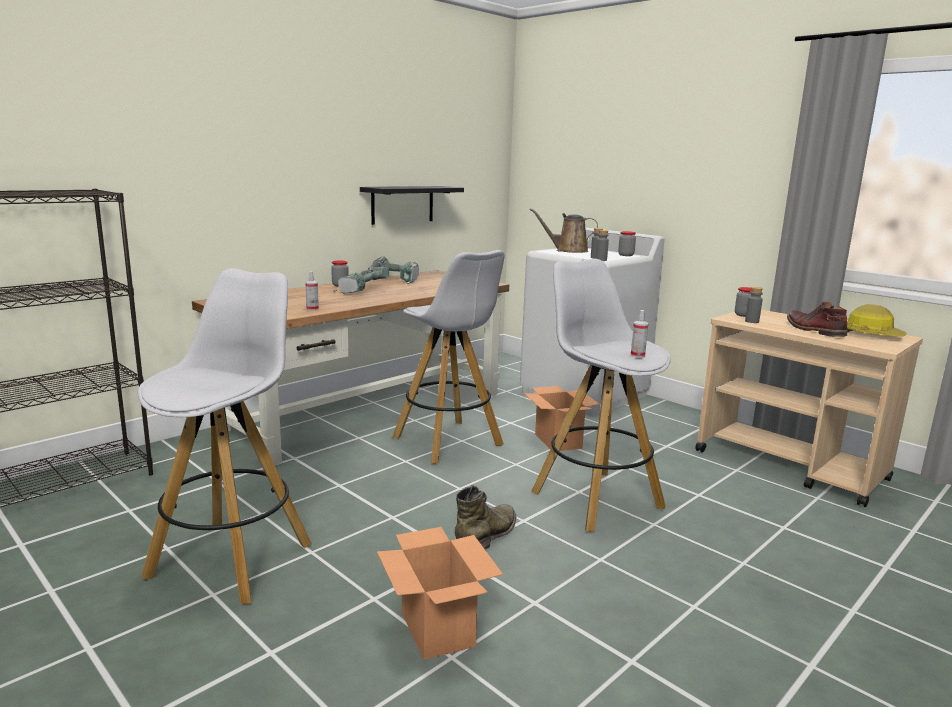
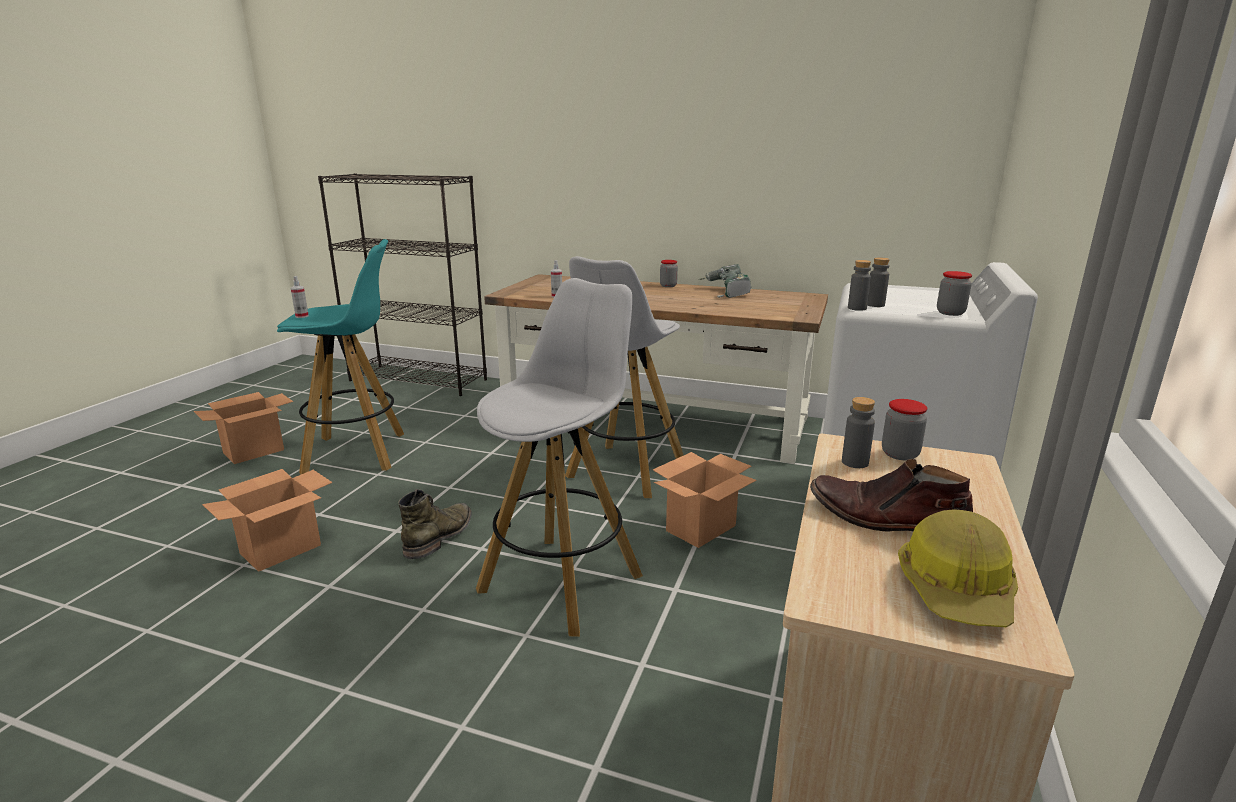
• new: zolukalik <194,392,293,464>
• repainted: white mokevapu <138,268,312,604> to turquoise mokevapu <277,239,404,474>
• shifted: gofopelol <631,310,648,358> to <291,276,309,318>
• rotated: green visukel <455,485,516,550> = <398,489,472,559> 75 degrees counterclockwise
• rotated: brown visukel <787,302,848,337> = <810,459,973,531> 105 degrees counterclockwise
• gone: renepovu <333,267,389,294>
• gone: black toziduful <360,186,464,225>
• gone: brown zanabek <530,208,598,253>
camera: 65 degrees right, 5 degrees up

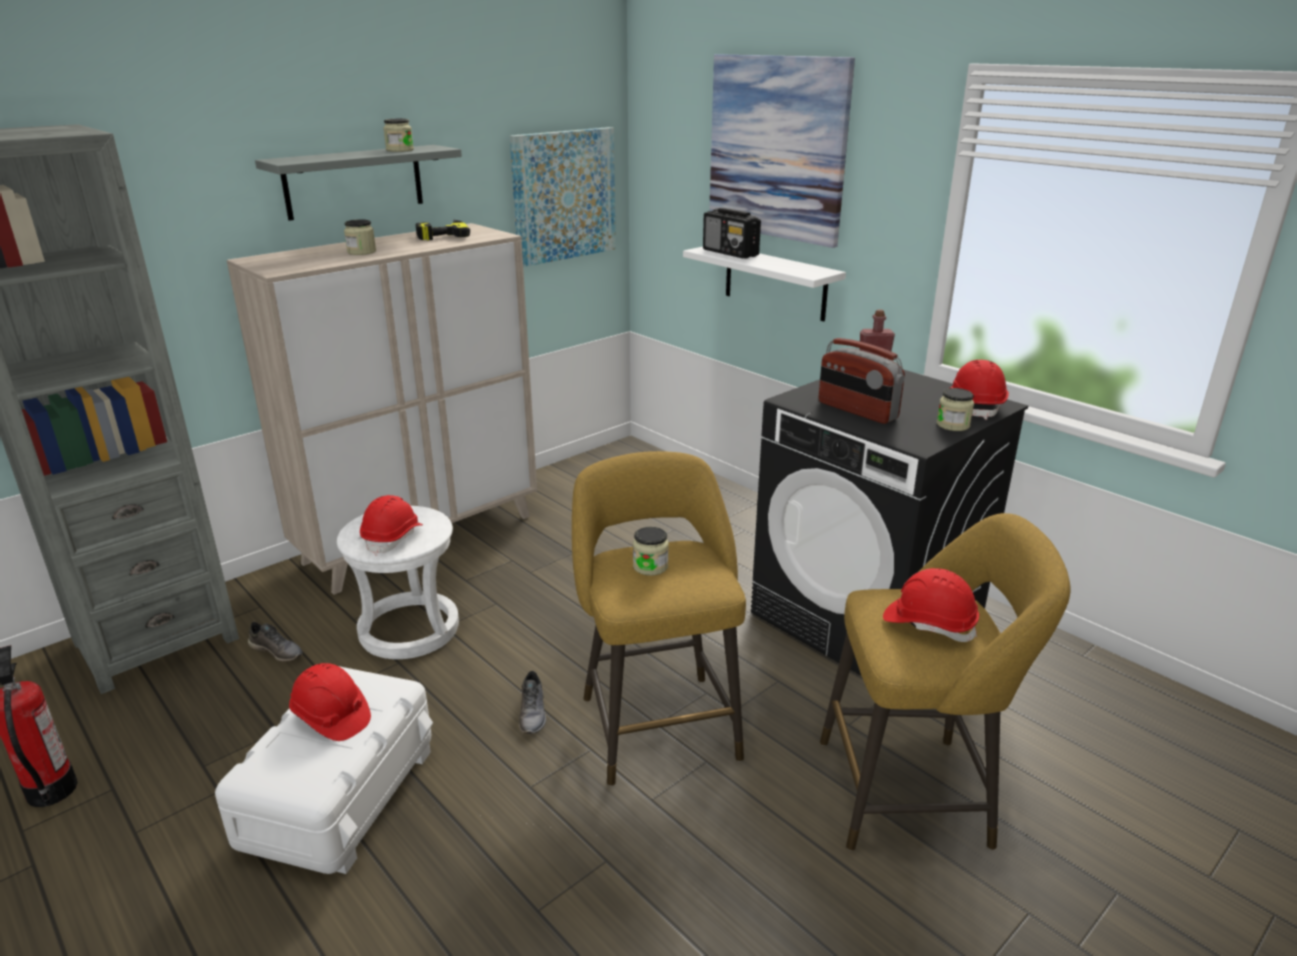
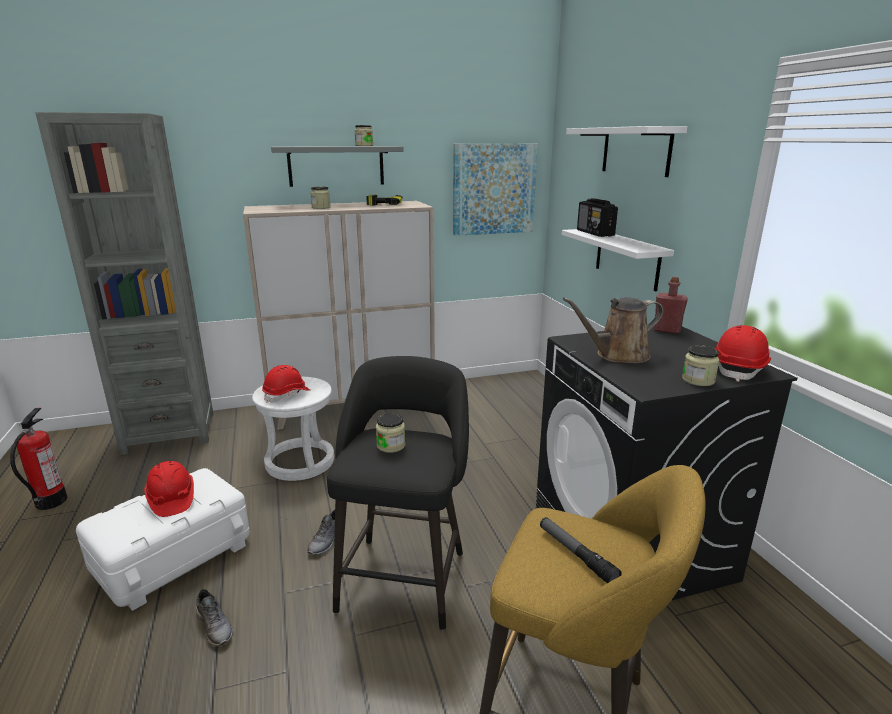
• shifted: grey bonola <248,622,302,662> to <196,589,233,646>
• repainted: yellow mokevapu <572,451,746,786> to black mokevapu <327,356,469,630>
• swapped: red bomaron <883,568,979,642> to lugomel <540,517,622,583>
• swapped: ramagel <819,338,905,424> to brown zanabek <563,297,663,363>
• swapped: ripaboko <709,54,855,248> to white toziduful <566,126,687,177>
camera: 25 degrees right, 5 degrees down

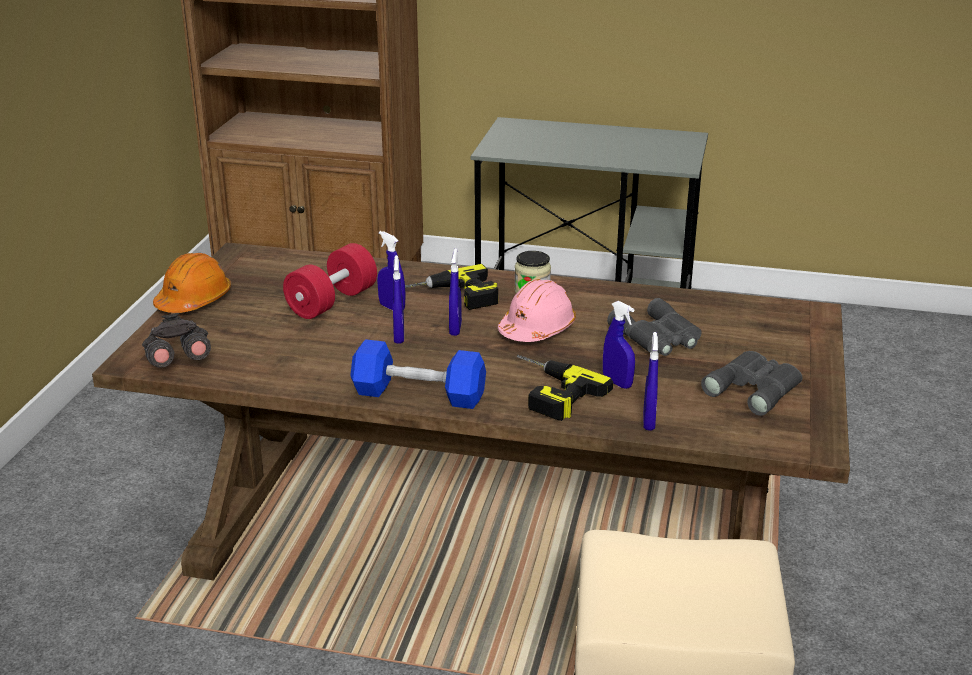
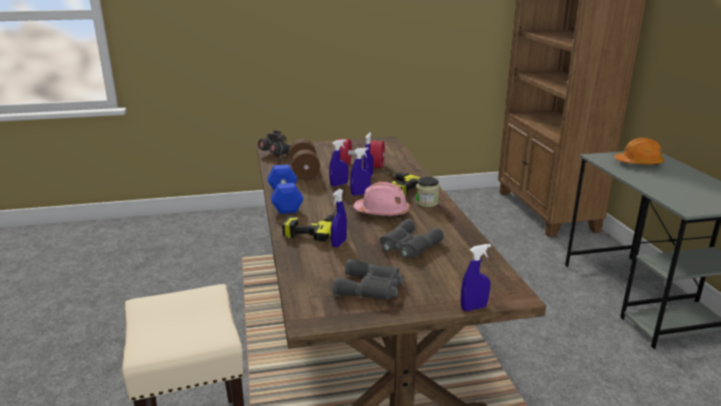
• new: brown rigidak <289,139,320,180>
• shifted: blue gofopelol <643,332,659,431> to <461,244,491,311>
• shifted: orange bomaron <153,253,231,313> to <614,138,665,165>
camera: 65 degrees right, 5 degrees down

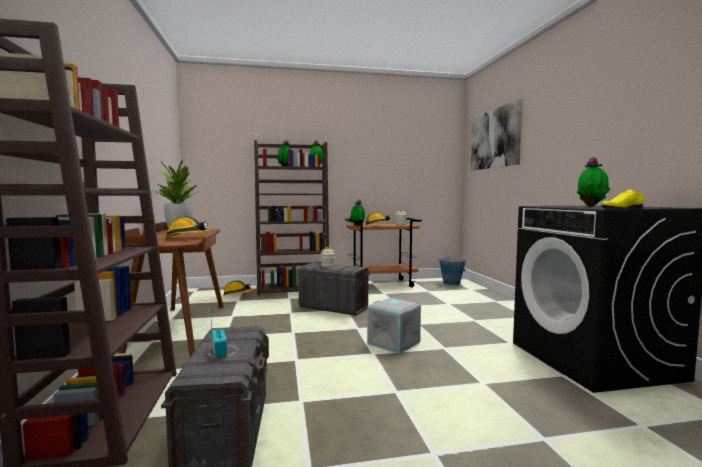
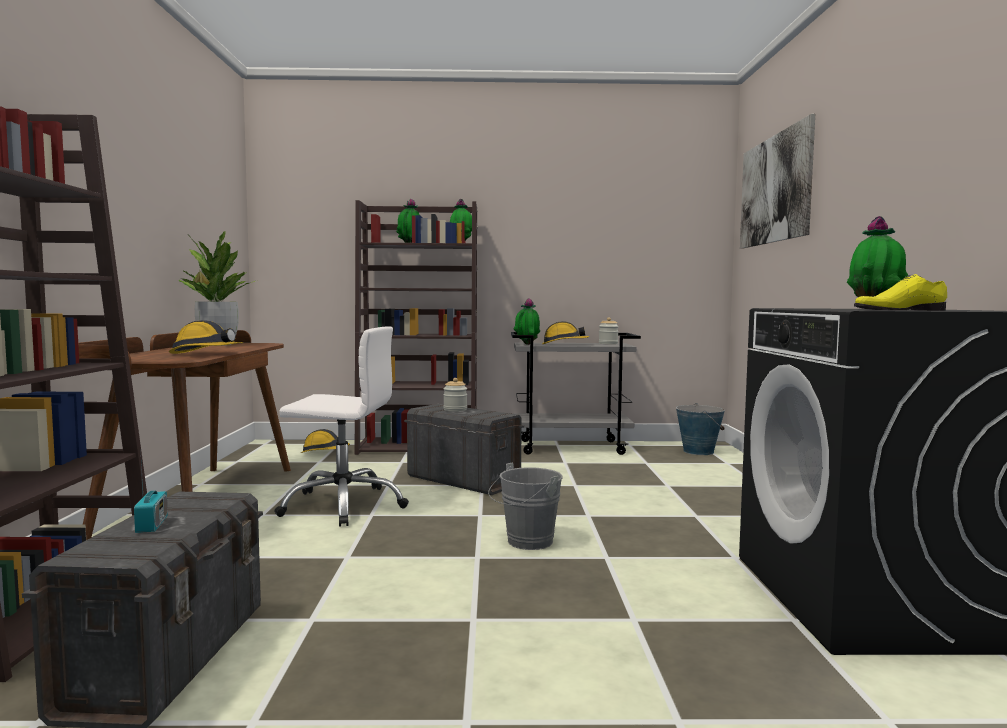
• new: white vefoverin <274,327,409,527>
• swapped: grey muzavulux <367,298,421,354> to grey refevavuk <488,463,563,550>
• repainted: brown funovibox <344,218,422,287> to grey funovibox <511,332,641,455>
camera: 10 degrees right, 0 degrees up

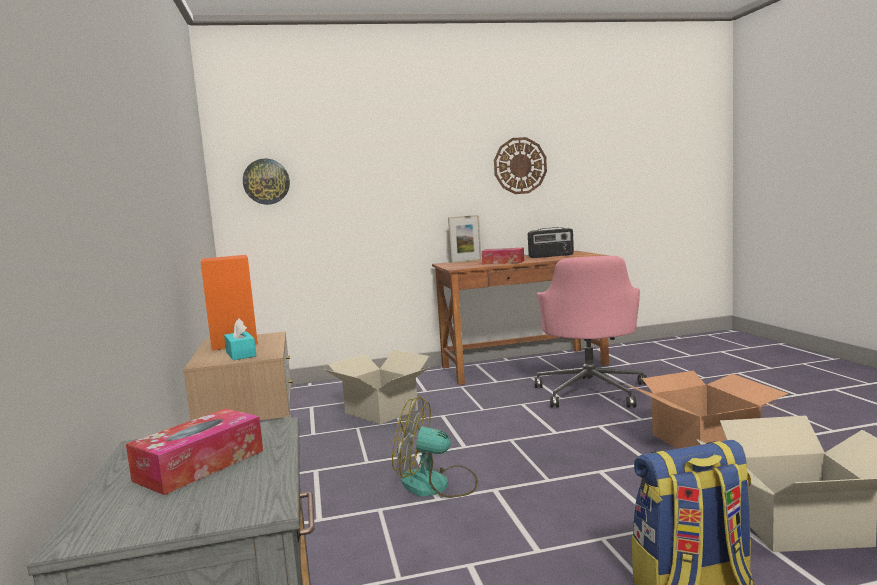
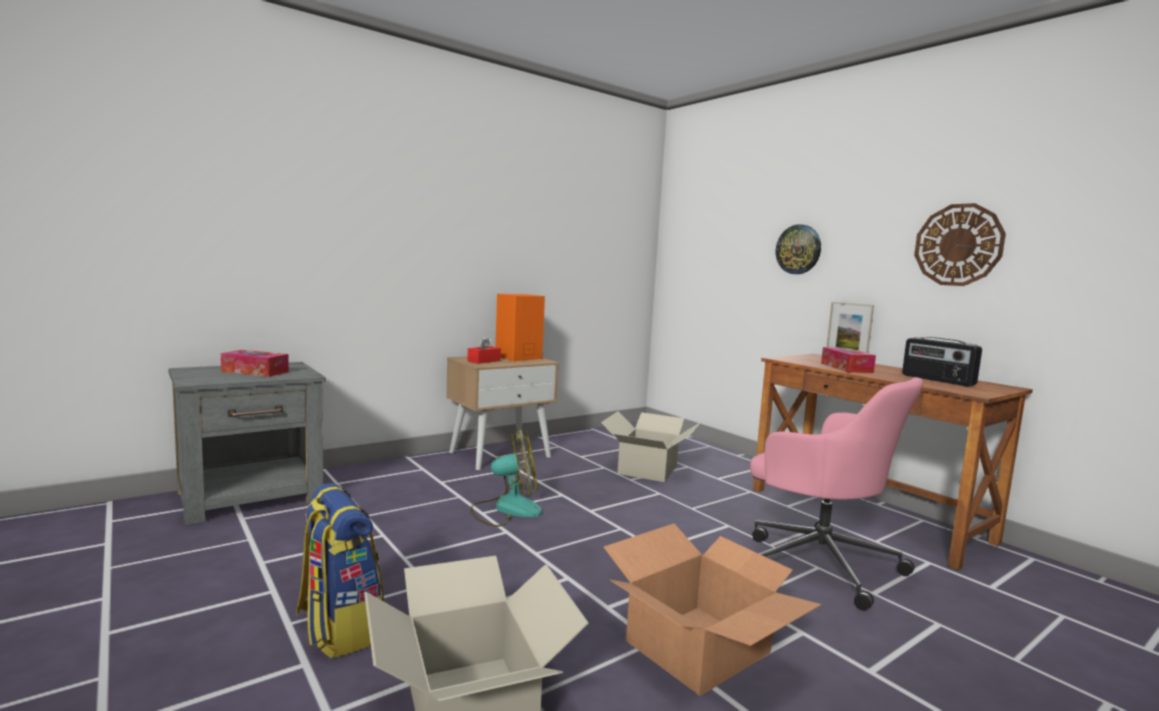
• repainted: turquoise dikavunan <224,318,256,360> to red dikavunan <467,336,501,364>
• rotated: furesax <392,396,478,498> = <470,428,542,527> 90 degrees clockwise
• rotated: pink vefoverin <535,256,647,407> = <750,377,923,611> 120 degrees counterclockwise
• shifted: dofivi <243,159,290,205> to <776,224,821,274>
camera: 65 degrees right, 0 degrees up

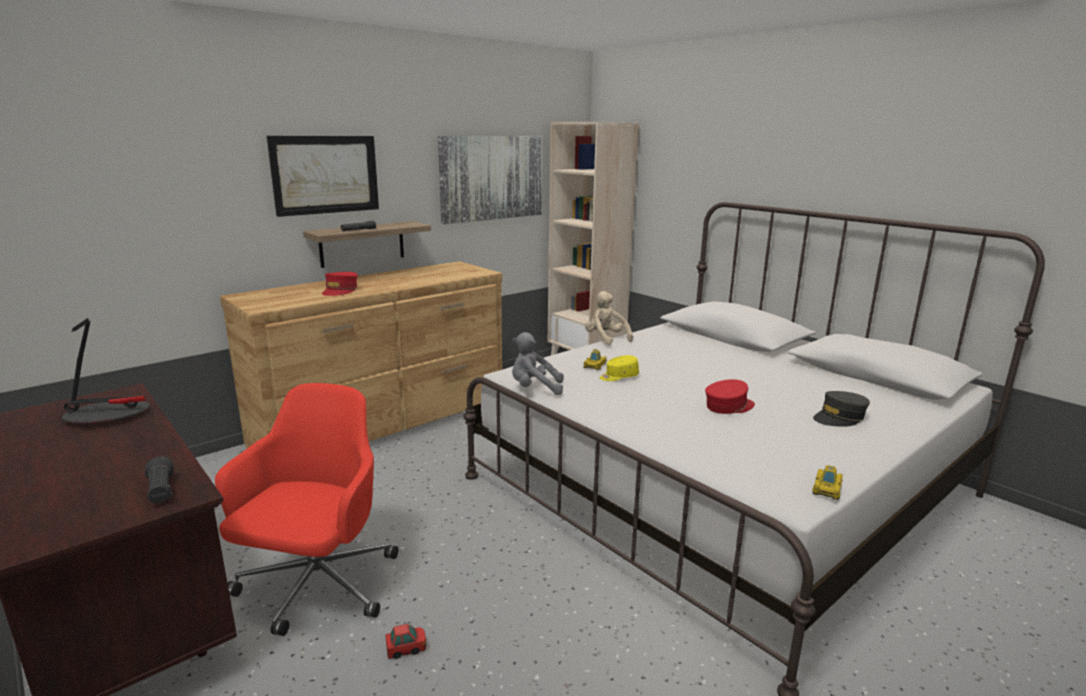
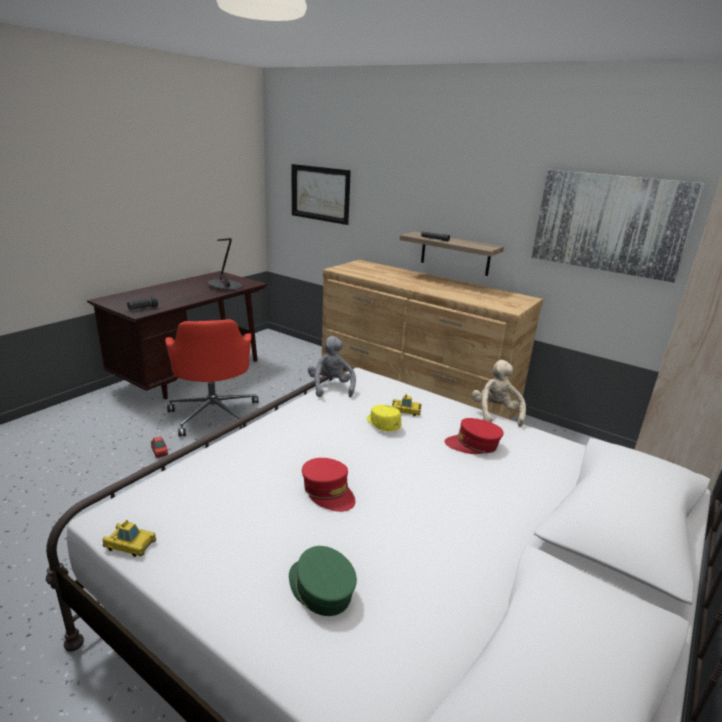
• rotated: red vefoverin <215,383,398,636> = <165,319,258,437> 75 degrees clockwise
• repainted: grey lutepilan <813,391,870,426> to green lutepilan <289,546,357,616>
• shifted: ripaboko <267,136,379,217> to <292,164,351,225>
• shifted: red lutepilan <322,272,358,296> to <445,418,504,454>
• rotated: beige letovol <585,291,633,346> = <472,360,526,427> 45 degrees counterclockwise
camera: 75 degrees right, 5 degrees up

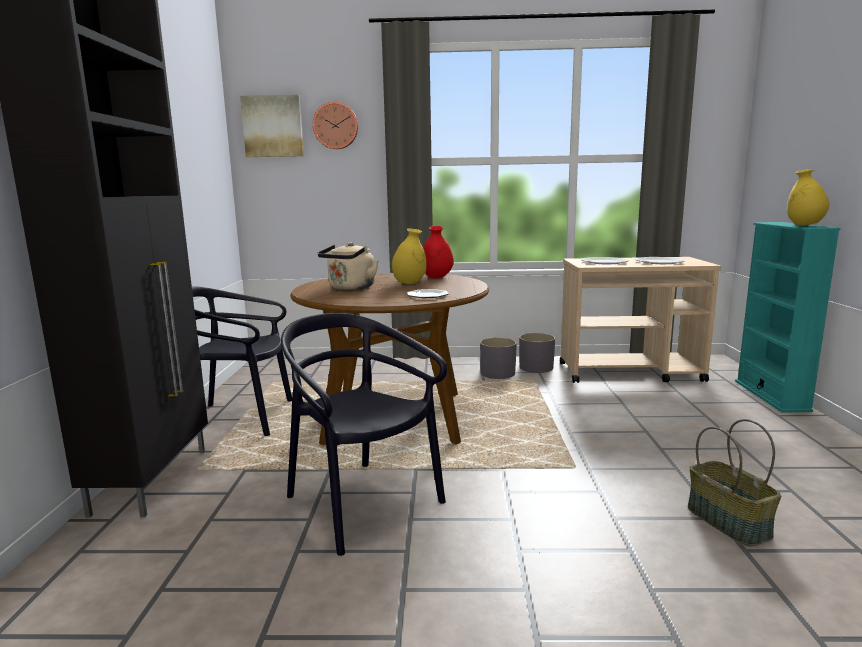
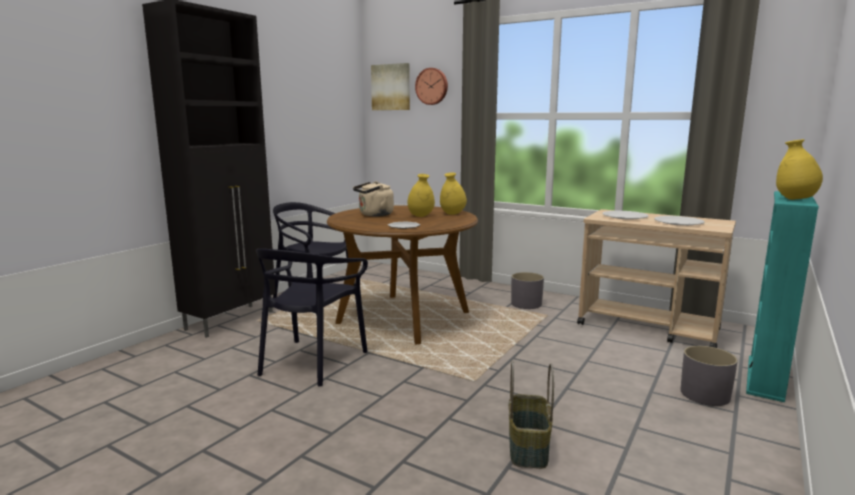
• rotated: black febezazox <281,313,447,556> = <256,249,368,387> 150 degrees counterclockwise
• repainted: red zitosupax <423,226,454,278> to yellow zitosupax <440,172,467,215>
• shifted: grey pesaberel <519,333,555,373> to <680,346,738,406>
camera: 30 degrees right, 0 degrees up

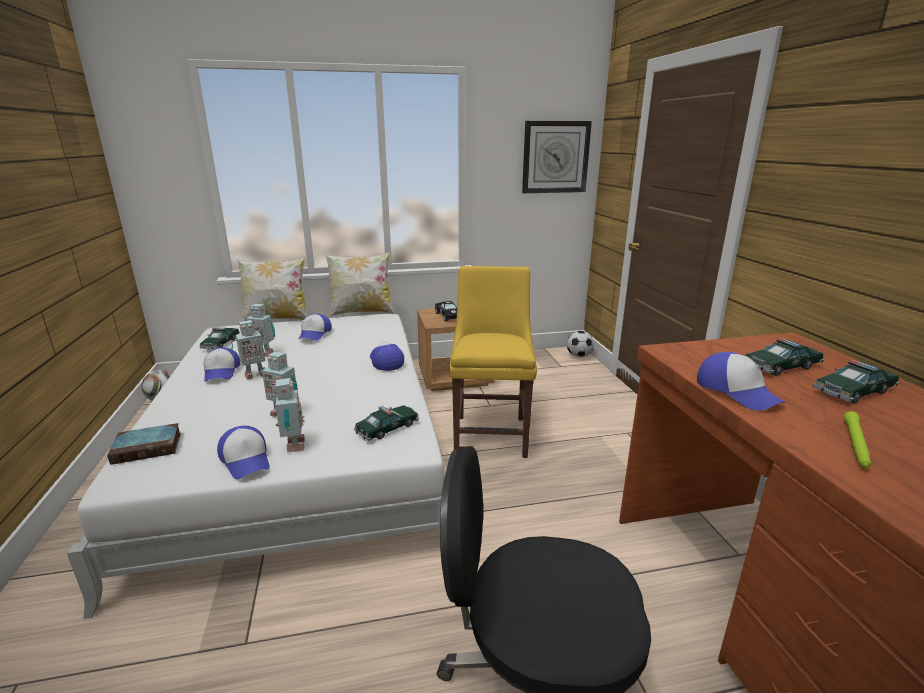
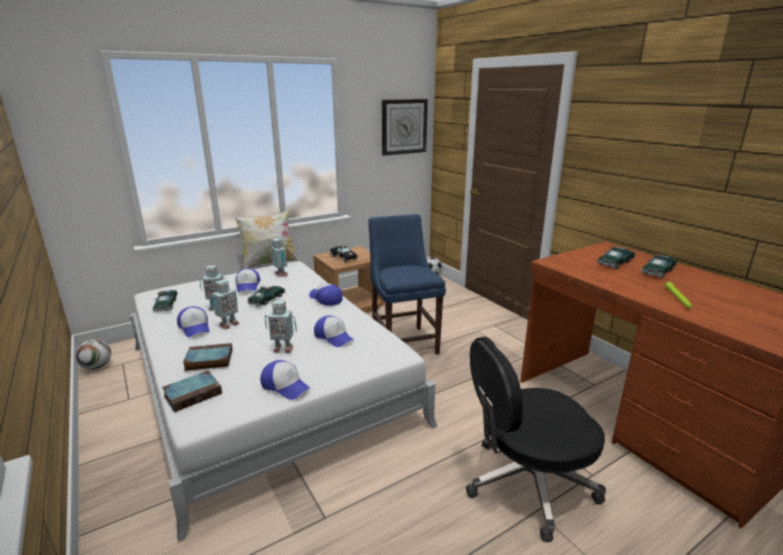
• new: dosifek <183,343,233,371>
• shifted: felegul <354,405,419,441> to <247,286,285,307>
• shifted: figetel <275,378,305,453> to <270,238,288,277>
• shifted: lutepilan <697,352,785,411> to <314,315,353,347>
• repainted: yellow febezazox <449,266,537,458> to blue febezazox <368,214,446,355>
• gone: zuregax <237,257,308,322>
camera: 20 degrees left, 0 degrees up

